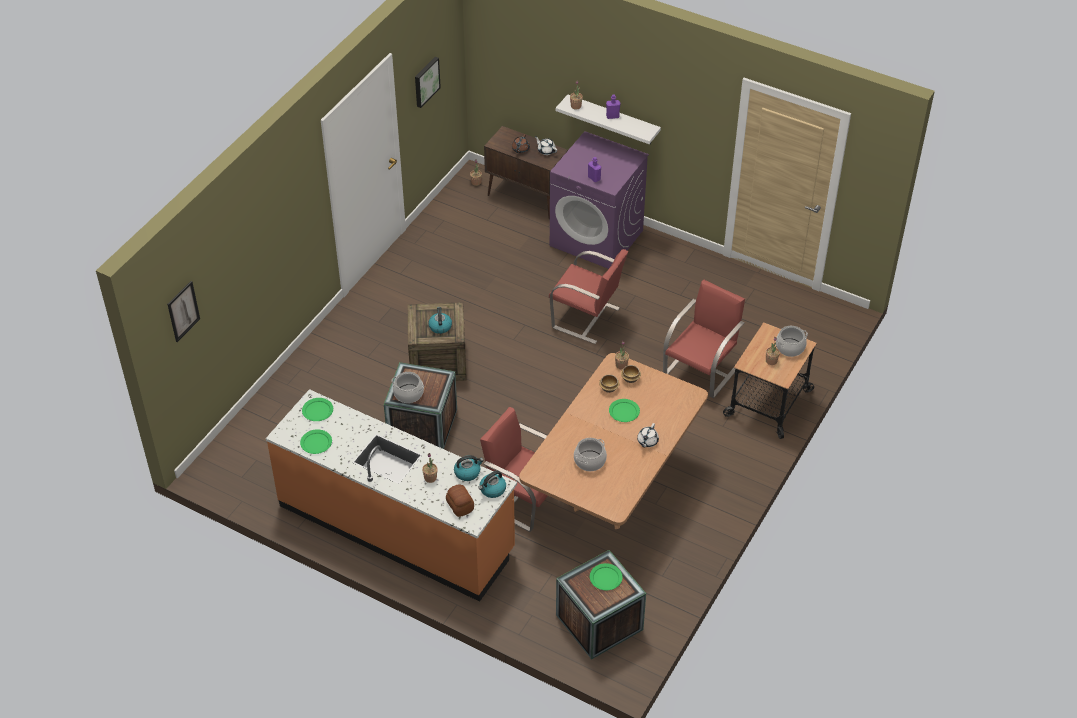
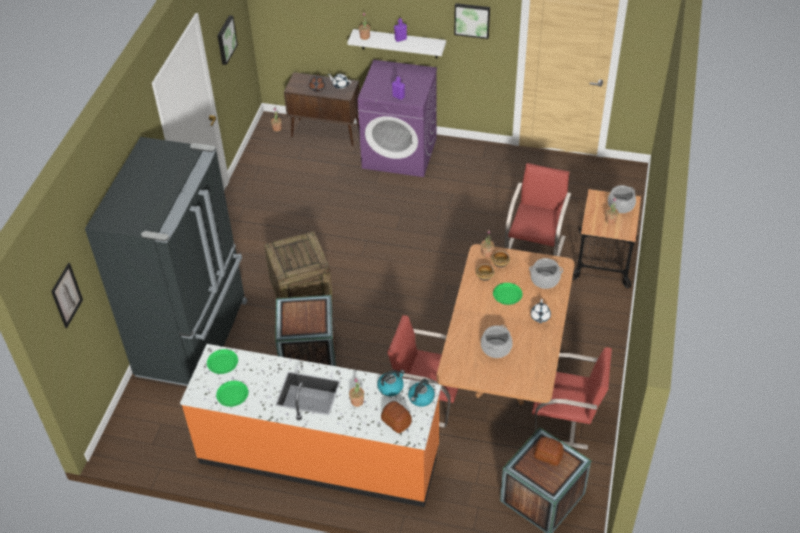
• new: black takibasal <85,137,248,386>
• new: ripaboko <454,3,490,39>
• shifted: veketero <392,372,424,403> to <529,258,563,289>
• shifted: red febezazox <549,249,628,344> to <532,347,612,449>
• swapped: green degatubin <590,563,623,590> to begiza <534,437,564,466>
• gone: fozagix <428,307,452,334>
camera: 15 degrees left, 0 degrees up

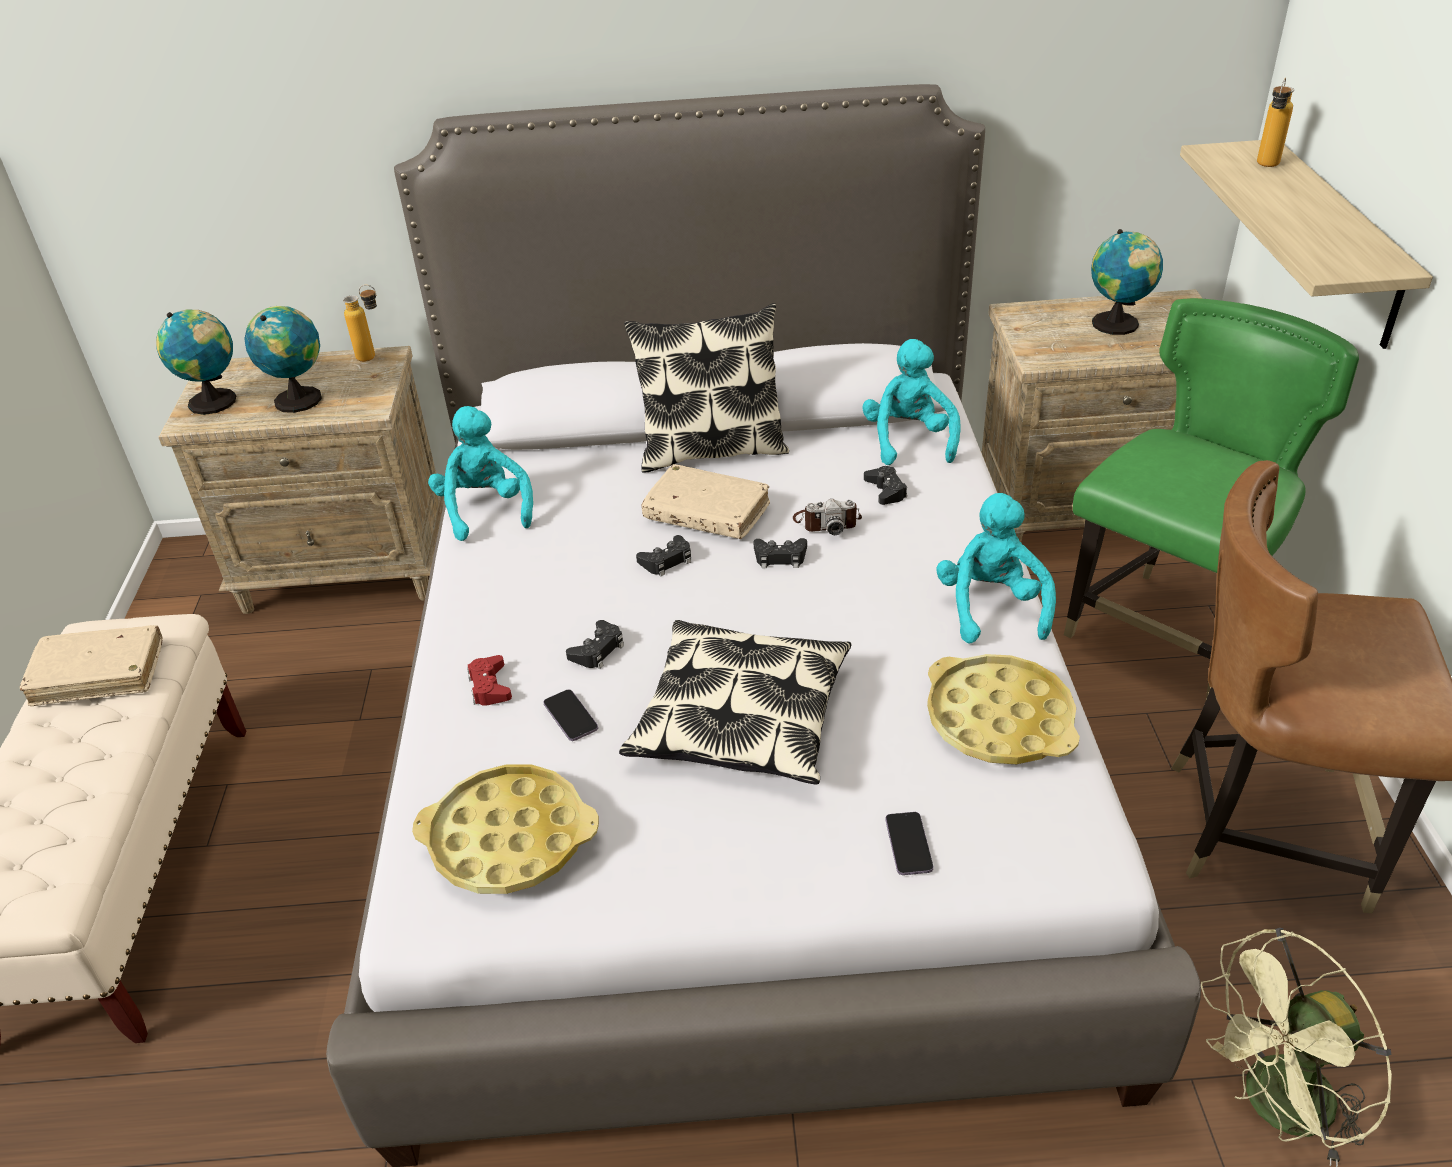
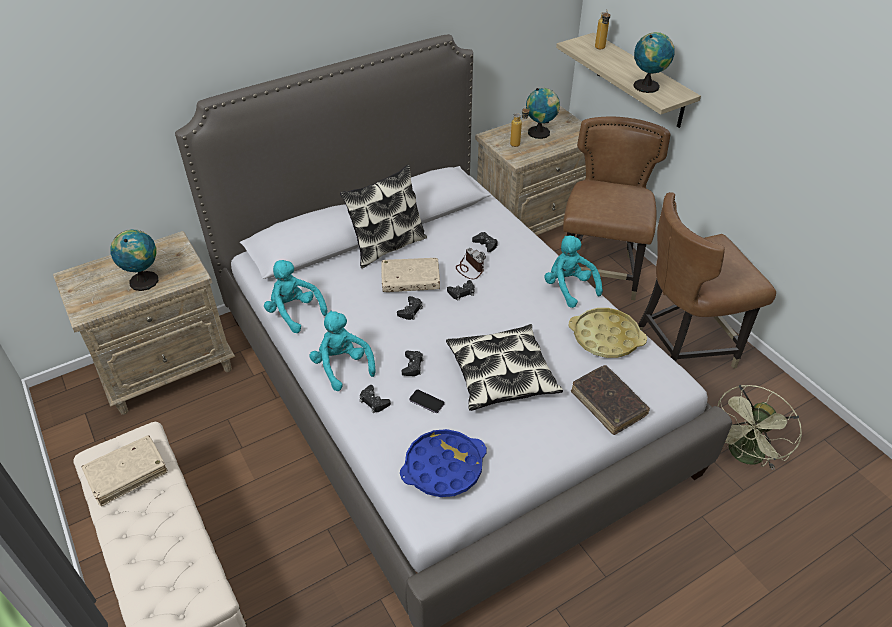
• shifted: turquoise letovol <862,339,961,465> to <309,311,376,391>
• repainted: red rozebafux <467,655,512,706> to black rozebafux <360,385,391,413>
• repainted: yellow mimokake <412,765,599,894> to blue mimokake <400,429,487,497>
• rotated: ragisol <793,499,862,535> = <456,248,486,279> 90 degrees counterclockwise
• shifted: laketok <343,285,377,362> to <510,106,530,147>
• repainted: green febezazox <1064,298,1359,699> to brown febezazox <563,116,670,300>
• swapped: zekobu <886,812,933,875> to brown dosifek <571,365,650,435>
• shifted: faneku <156,309,236,415> to <633,32,675,93>
camera: 30 degrees left, 5 degrees up

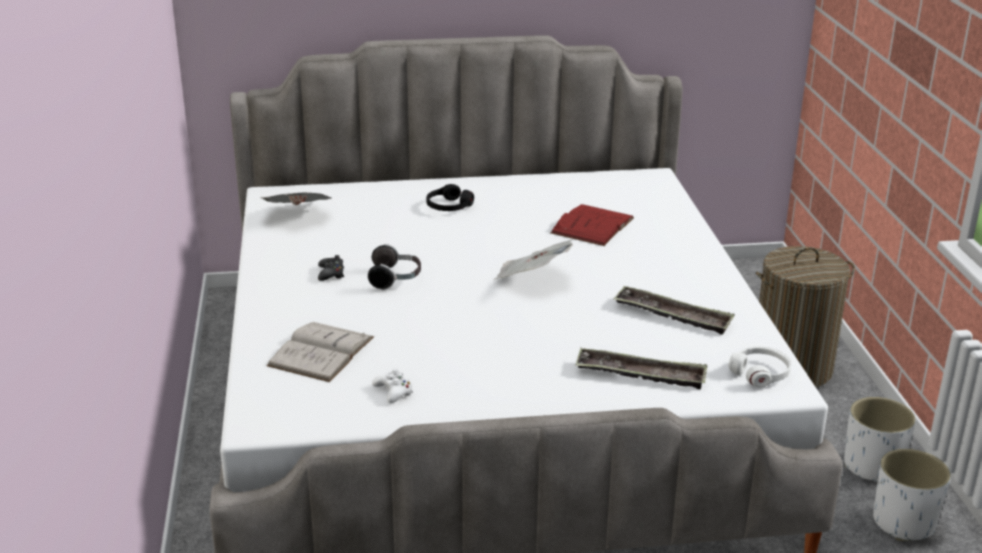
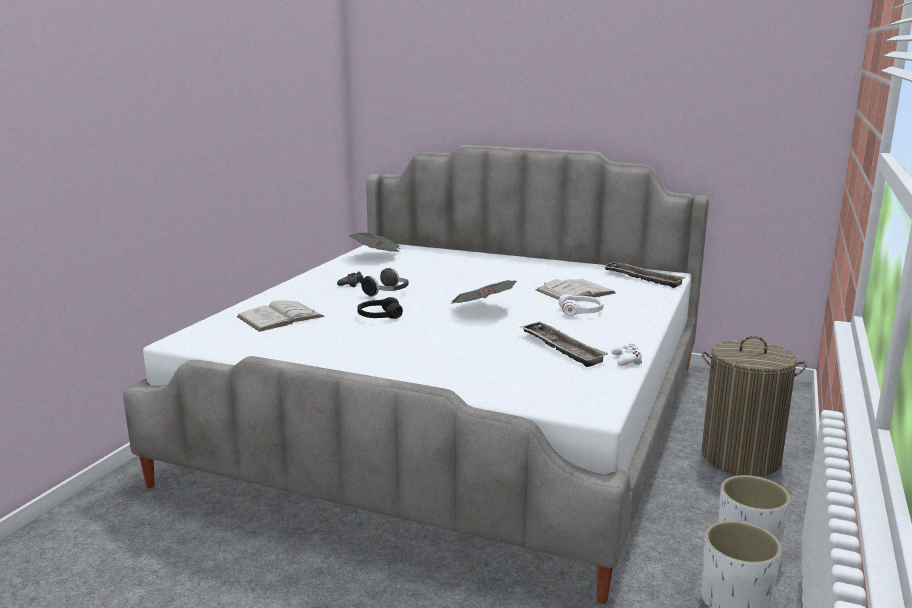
• shifted: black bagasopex <426,184,474,211> to <357,297,403,319>
• repainted: red dosifek <550,204,634,246> to white dosifek <536,279,616,300>
• shifted: white bagasopex <729,347,791,387> to <559,294,604,316>
• shifted: mimokake <575,348,707,389> to <603,262,686,288>
• shifted: white rozebafux <372,368,413,403> to <611,343,642,366>
camera: 30 degrees right, 10 degrees down

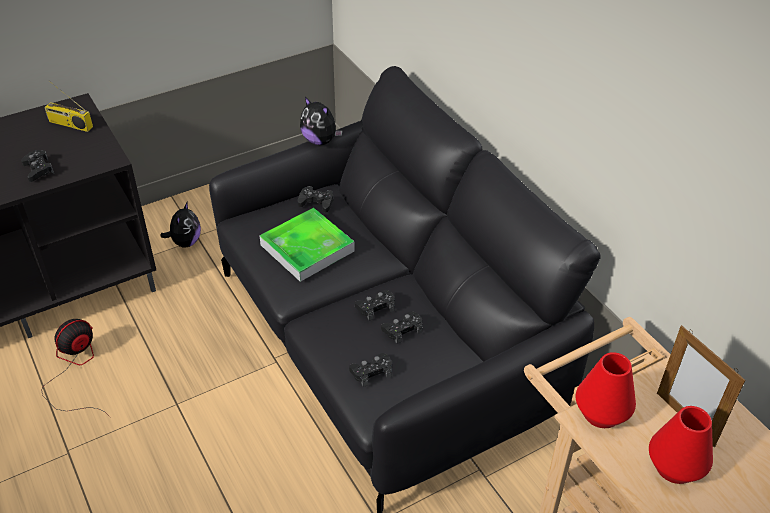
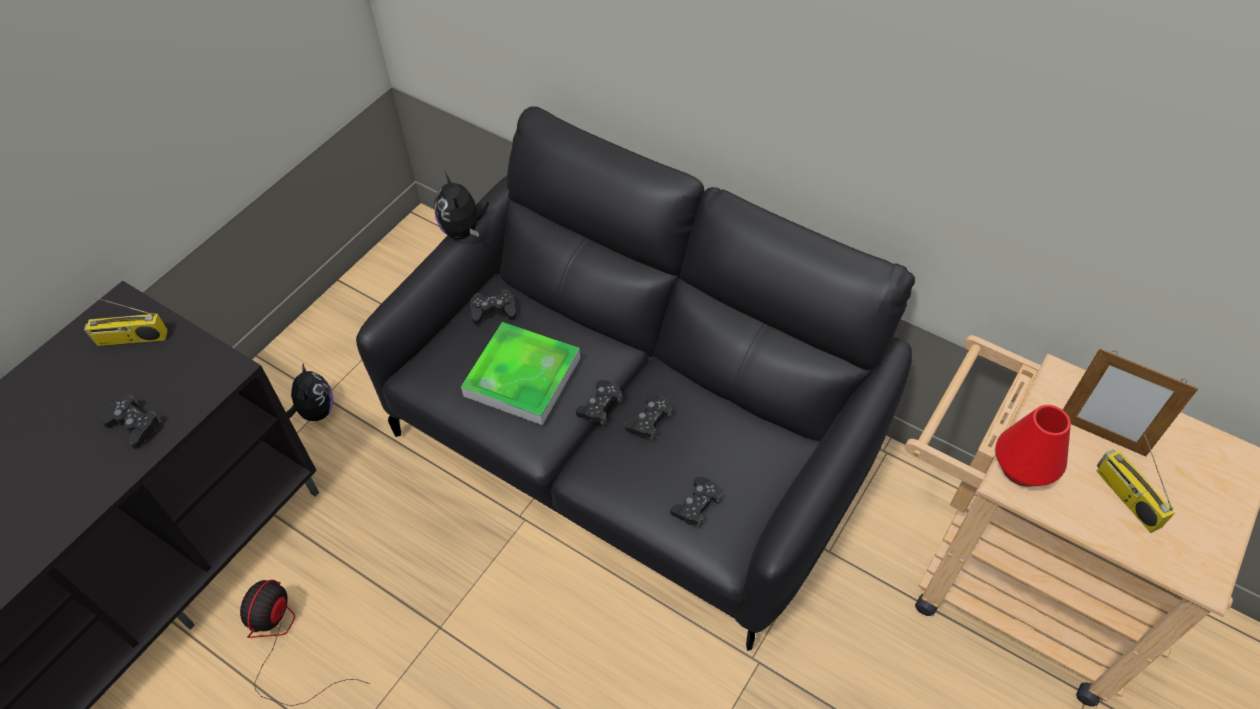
• rotated: letovol <300,97,342,145> = <434,173,489,239> 60 degrees clockwise
• shifted: black rozebafux <381,311,422,344> to <576,380,623,426>
• swapped: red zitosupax <649,406,713,484> to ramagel <1097,435,1176,533>
camera: 25 degrees left, 10 degrees up

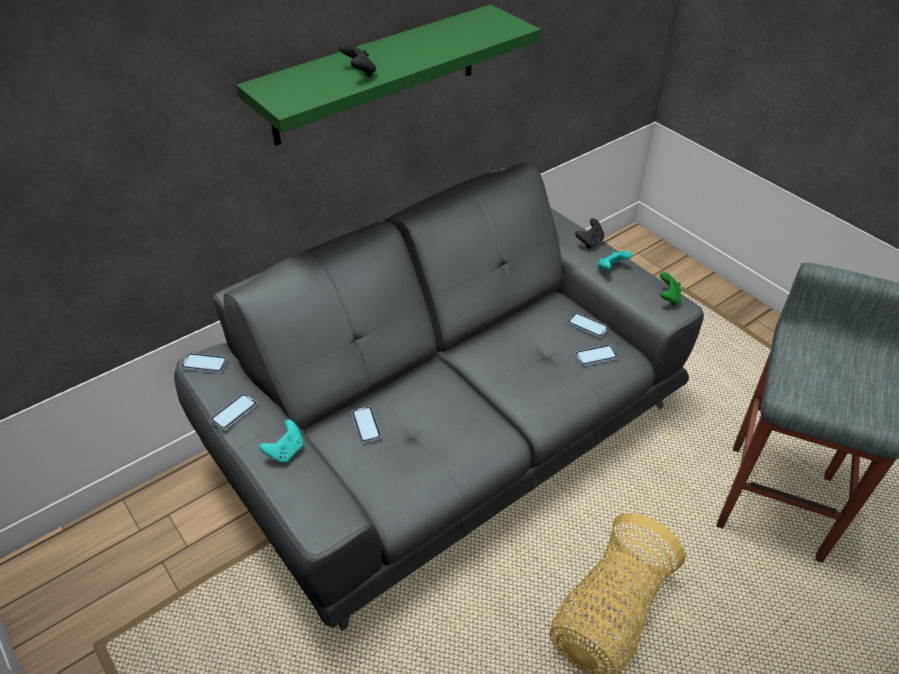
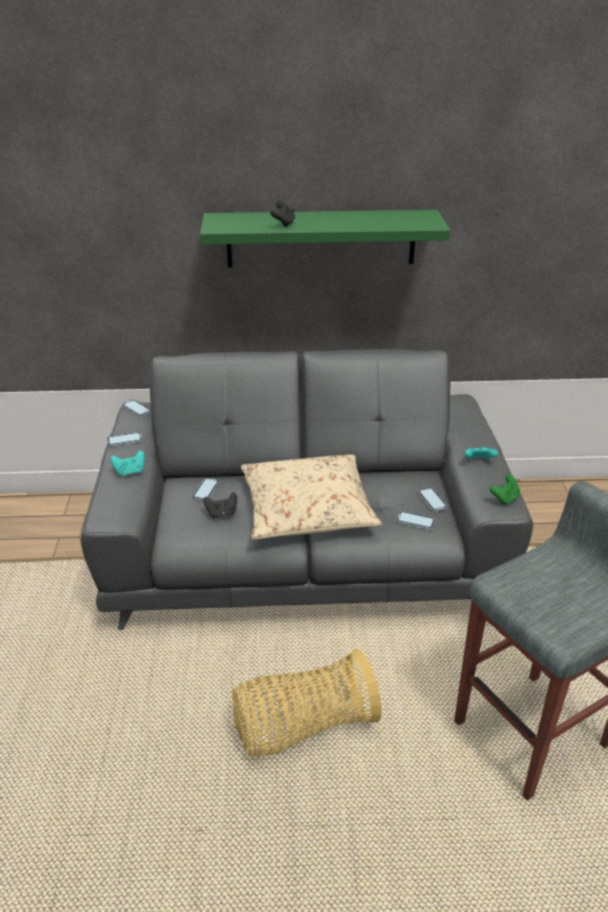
• shifted: black rozebafux <575,218,604,249> to <203,492,237,518>
• new: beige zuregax <241,454,382,539>
camera: 35 degrees right, 10 degrees down

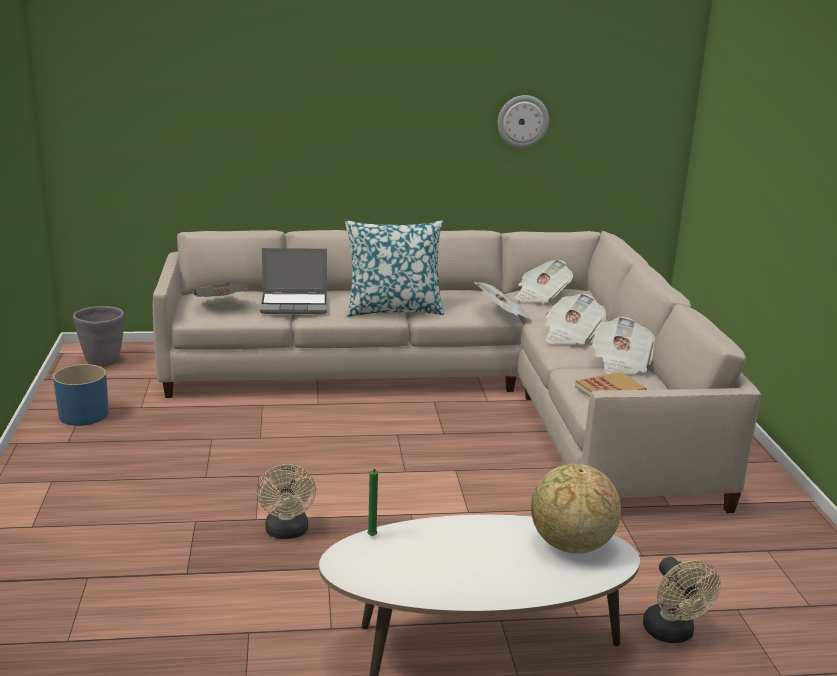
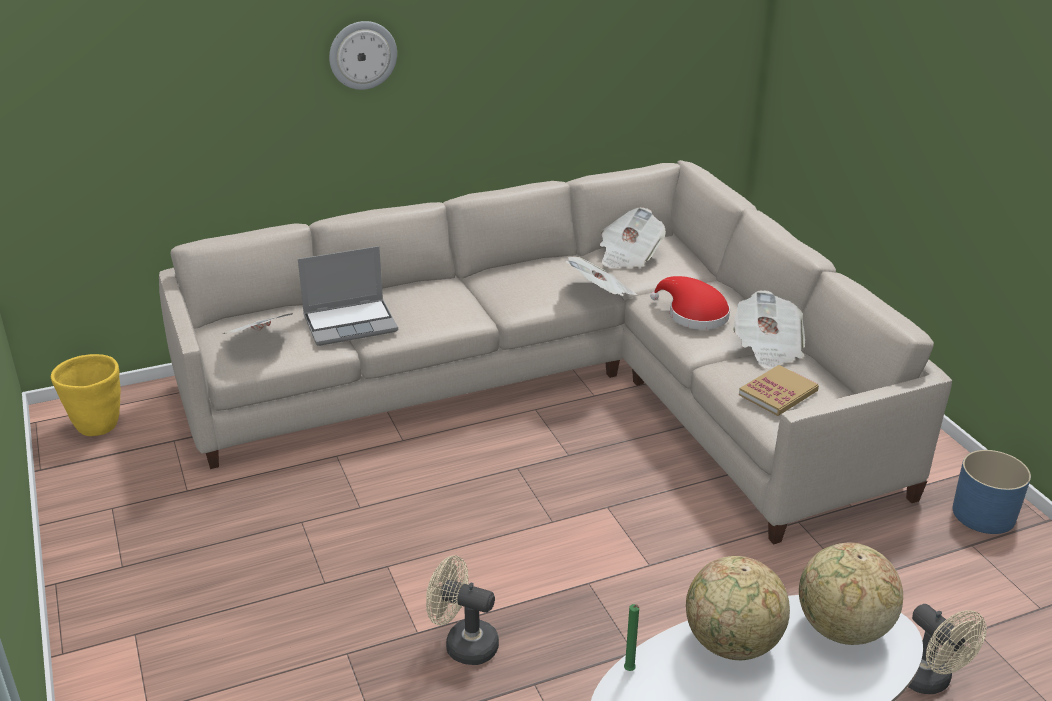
• repainted: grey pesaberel <73,306,124,367> to yellow pesaberel <51,354,120,436>
• shifted: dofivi <498,95,549,148> to <329,21,397,90>
• rotated: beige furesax <256,464,316,539> = <426,556,499,665> 135 degrees clockwise
• swapped: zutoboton <544,293,606,345> to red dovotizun <650,276,730,330>
• new: faneku <686,556,790,660>
• shifted: blue pesaberel <53,364,109,426> to <953,450,1031,534>
• gone: zuregax <345,220,444,317>
camera: 15 degrees left, 10 degrees up

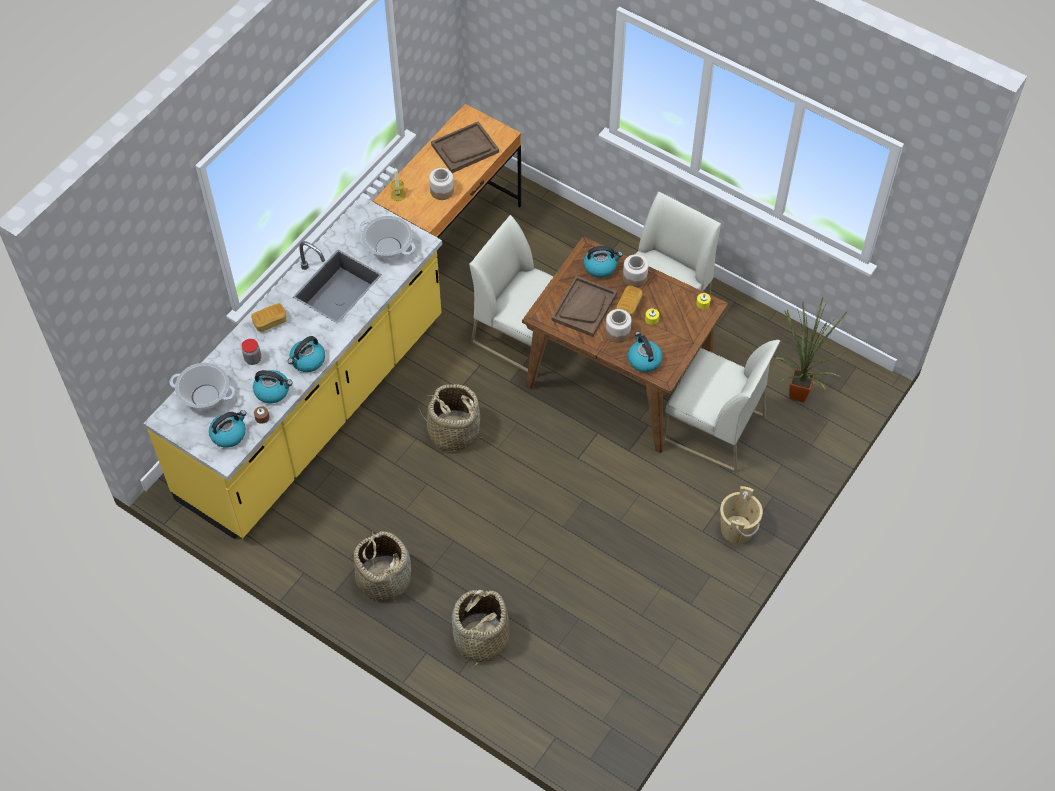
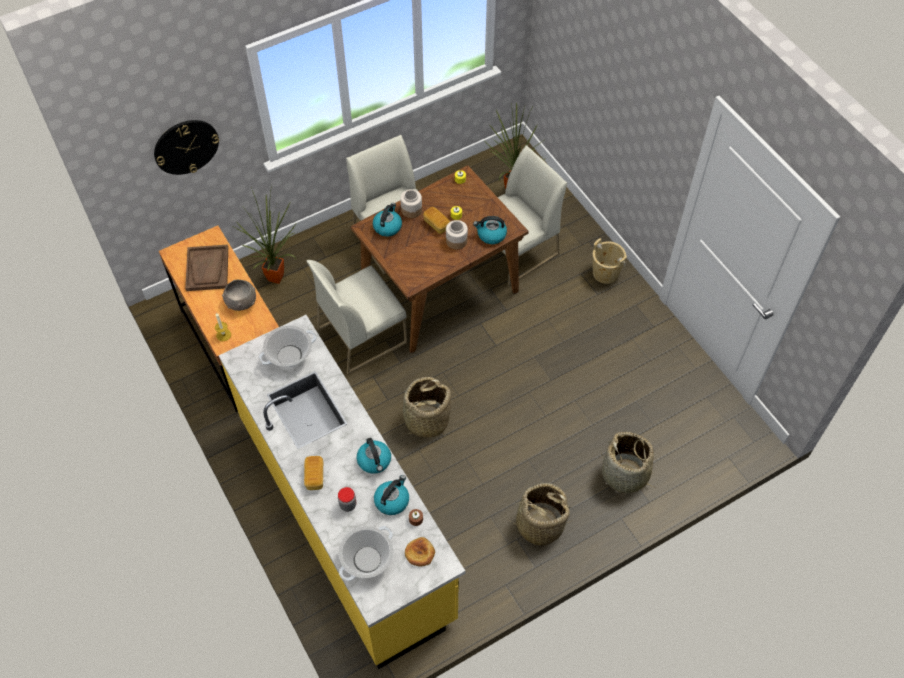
• new: dofivi <154,120,219,175>
• swapped: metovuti <429,168,454,200> to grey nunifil <222,280,256,311>
• new: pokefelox <233,185,296,284>
• swapped: fozagix <209,410,246,448> to begiza <405,537,435,567>
• gone: brown mimokake <552,276,617,337>
camera: 65 degrees left, 0 degrees up

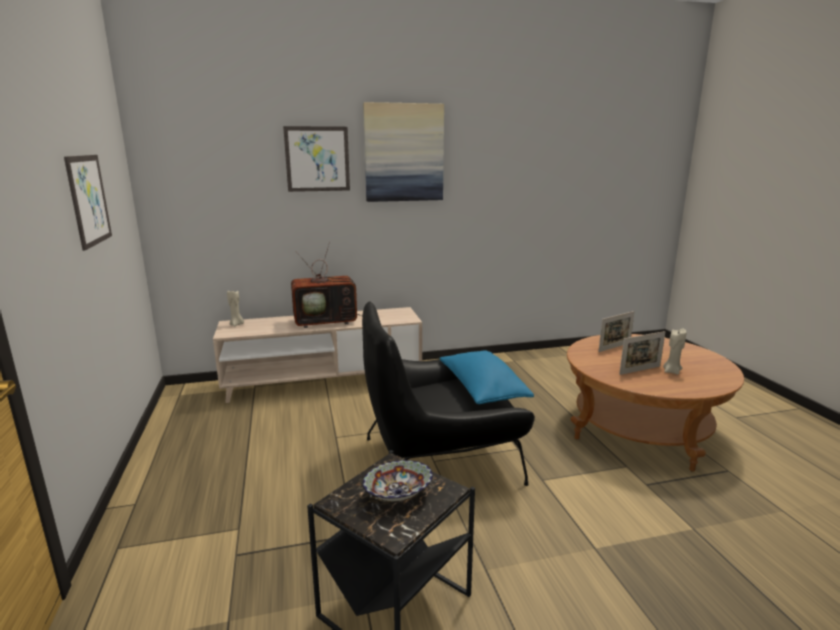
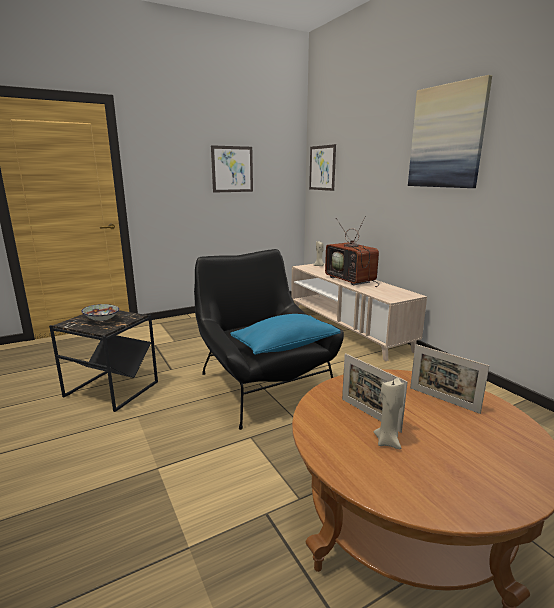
• shifted: ripaboko <283,126,350,192> to <309,144,336,191>
camera: 75 degrees right, 0 degrees up

